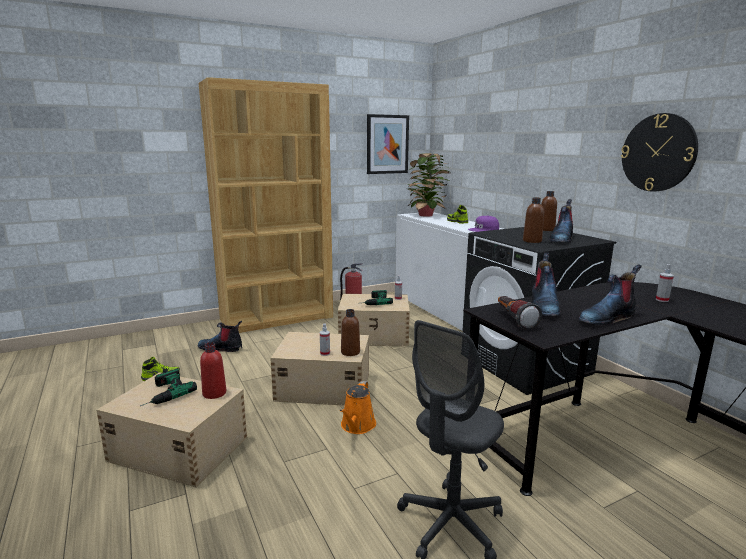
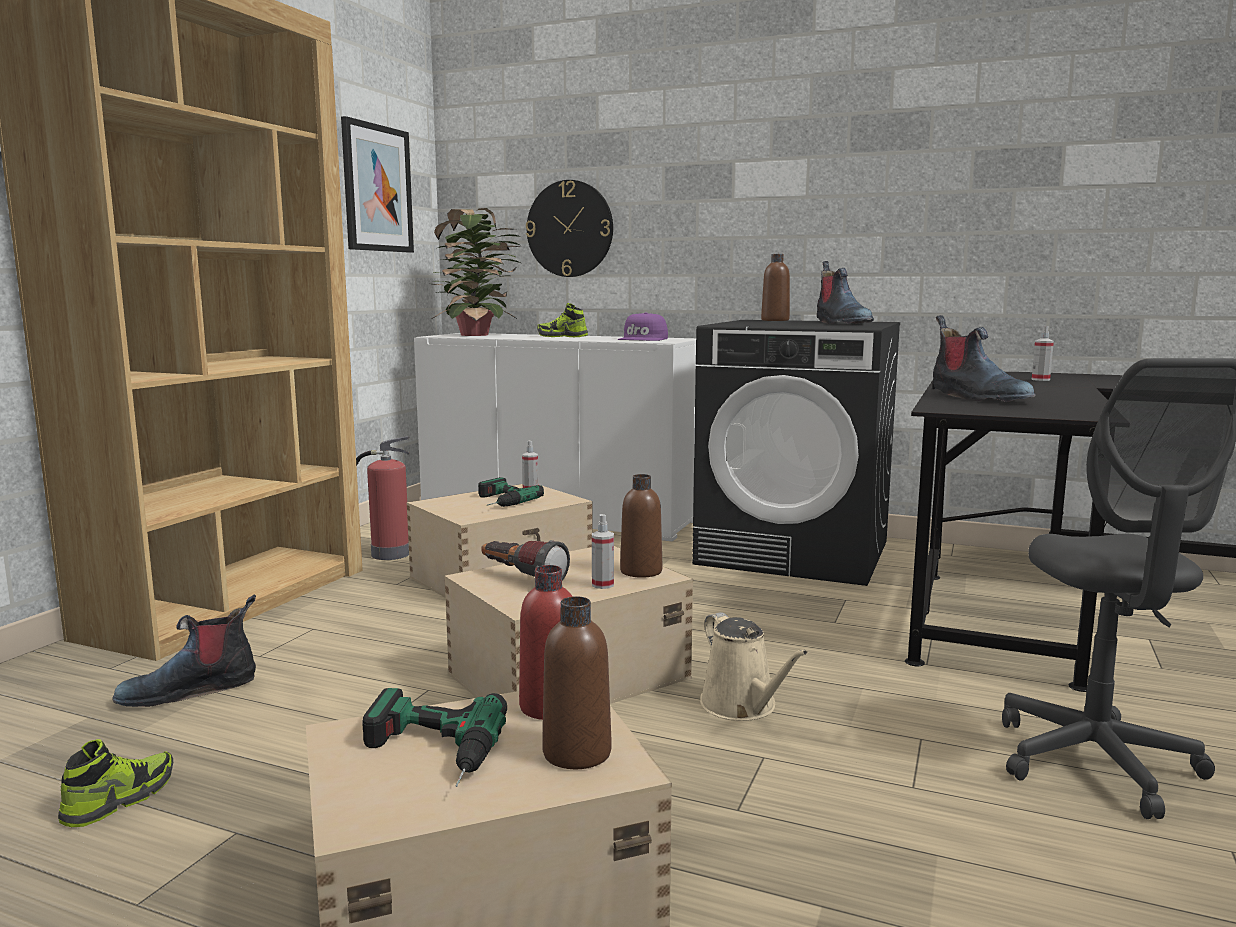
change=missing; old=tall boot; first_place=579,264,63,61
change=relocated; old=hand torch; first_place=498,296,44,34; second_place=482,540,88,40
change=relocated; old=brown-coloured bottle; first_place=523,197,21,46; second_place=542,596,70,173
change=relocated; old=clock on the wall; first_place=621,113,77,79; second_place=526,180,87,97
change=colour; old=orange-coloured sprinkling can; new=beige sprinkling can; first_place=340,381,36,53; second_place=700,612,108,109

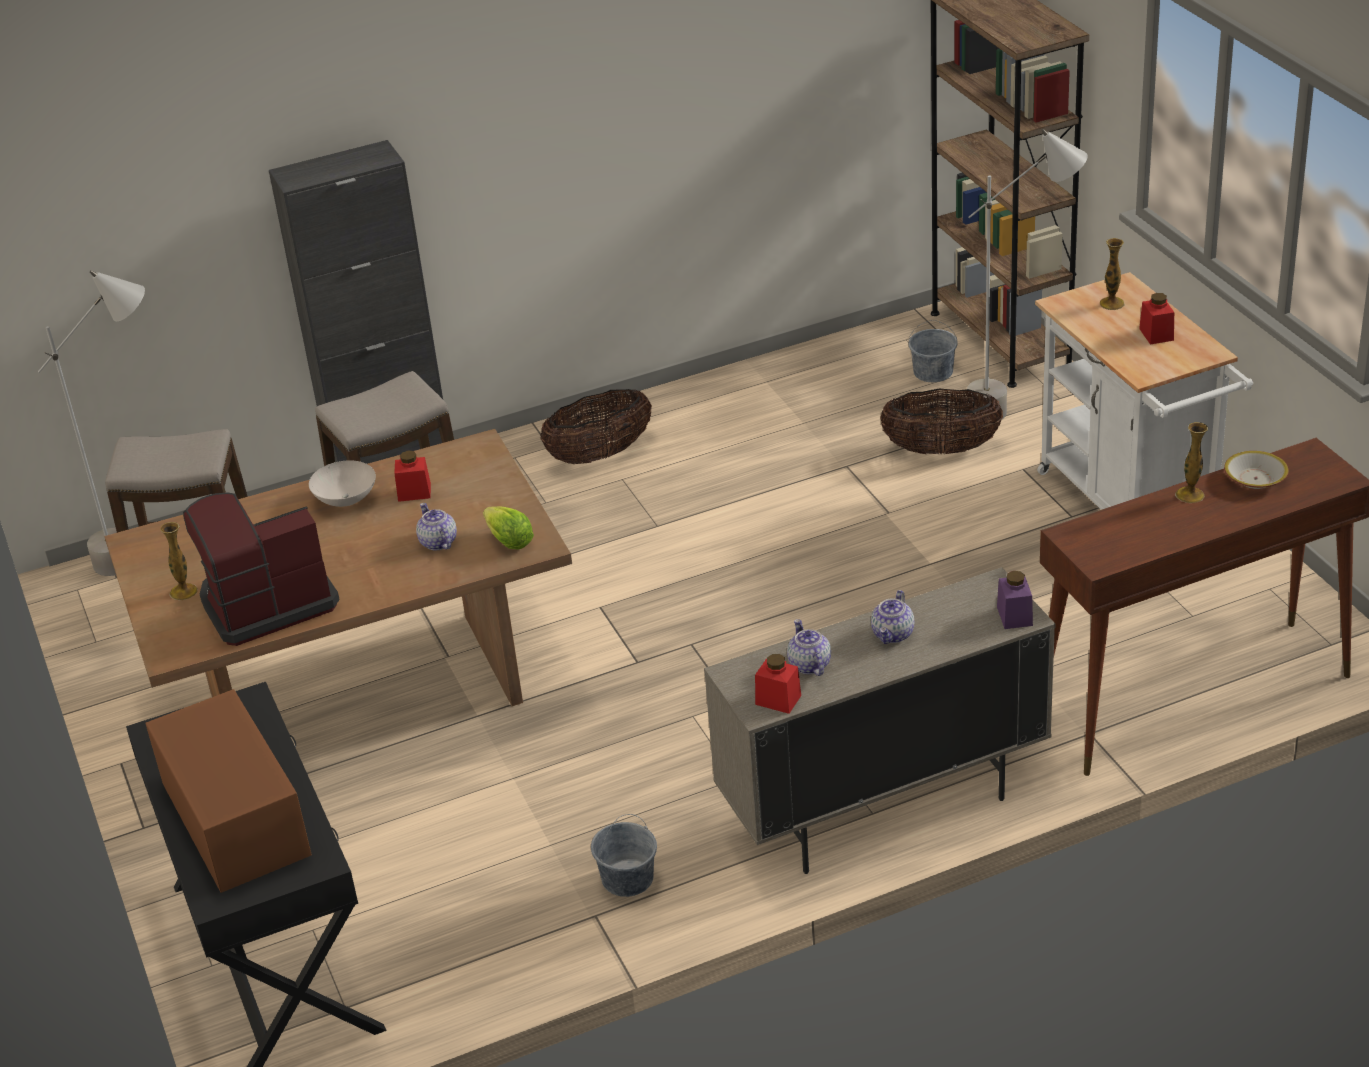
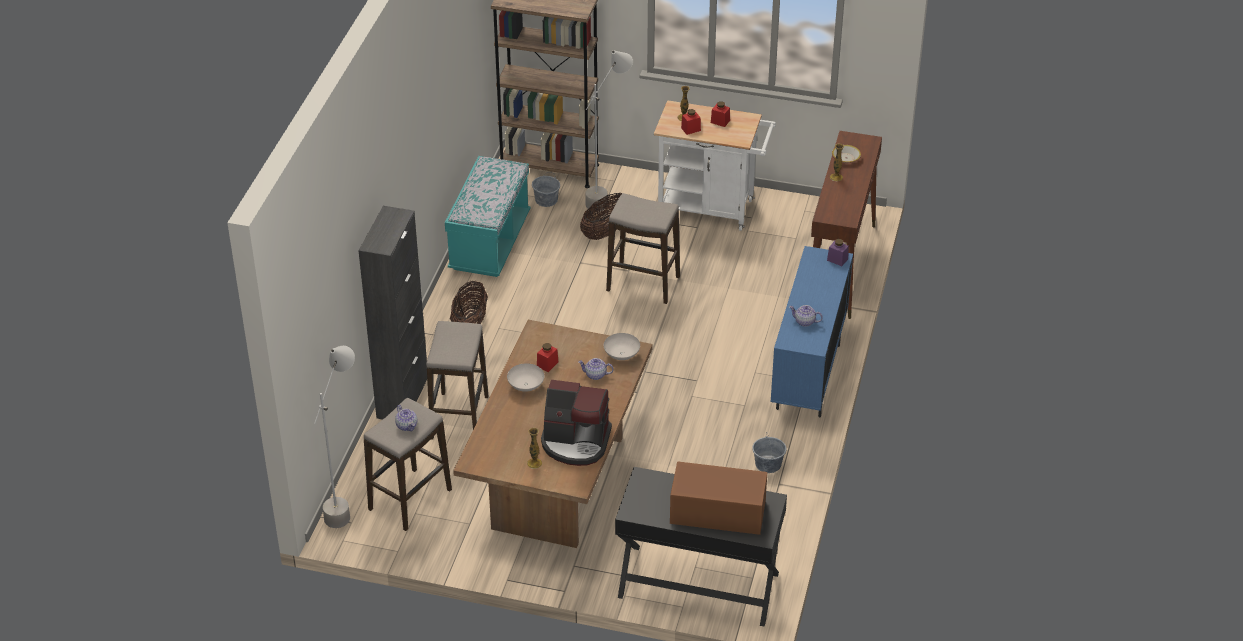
change=appeared; new=turquoise indoor bench; second_place=445,156,85,121
change=appeared; new=stool; second_place=606,193,74,111
change=relocated; old=red-coloured preserve jar; first_place=755,654,46,60; second_place=681,109,20,26
change=relocated; old=pot for tea; first_place=871,590,43,54; second_place=395,405,22,26
change=exchanged; old=lettuce head; new=white deep dish; first_place=483,506,51,44; second_place=604,333,36,27
change=colour; old=beige cupboard; new=bluish cupboard; first_place=704,567,352,307; second_place=771,246,82,171
change=spun; old=coffee machine; first_place=183,492,157,154; second_place=541,380,71,86; degrees=-90

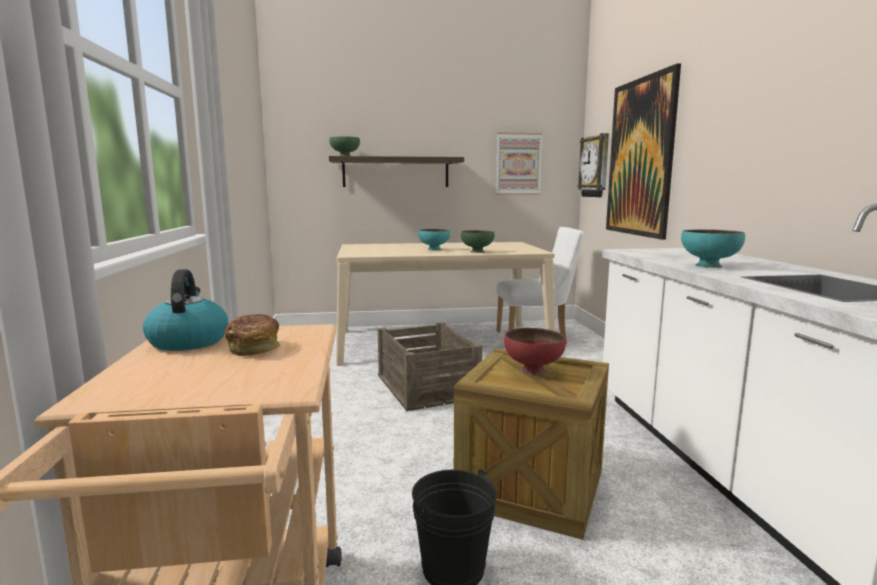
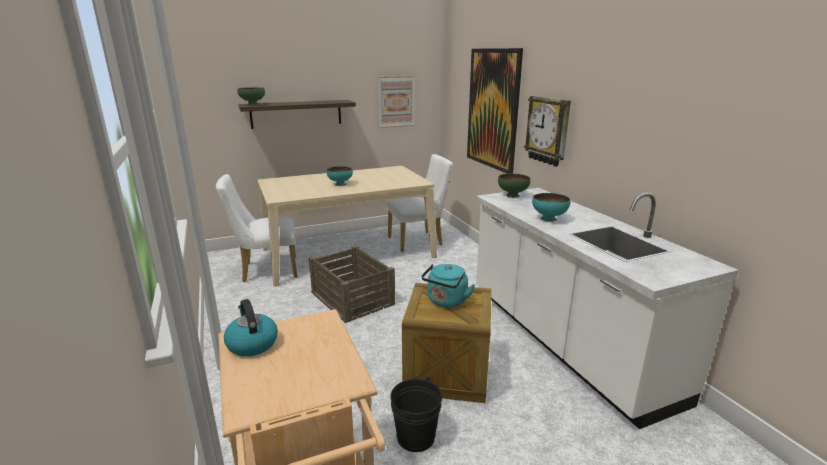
change=missing; old=baked bread; first_place=225,314,55,42
change=appeared; new=white plain chair; second_place=216,174,81,108
change=relocated; old=green deep dish; first_place=461,230,33,23; second_place=498,173,32,25
change=relocated; old=clock on the wall; first_place=578,133,31,64; second_place=524,96,47,71
change=exchanged; old=red-coloured deep dish; new=turquoise kettle; first_place=504,328,62,47; second_place=421,264,54,43

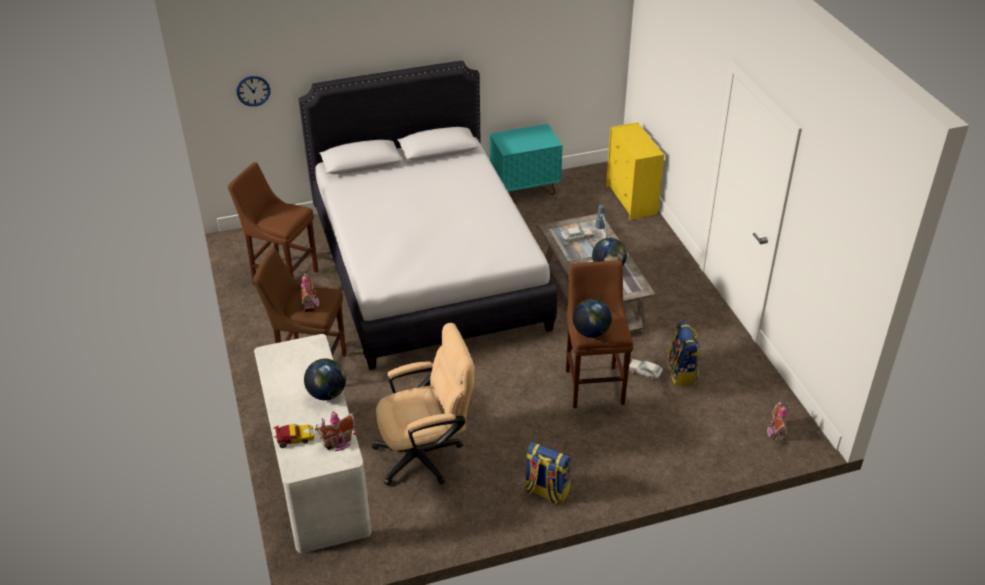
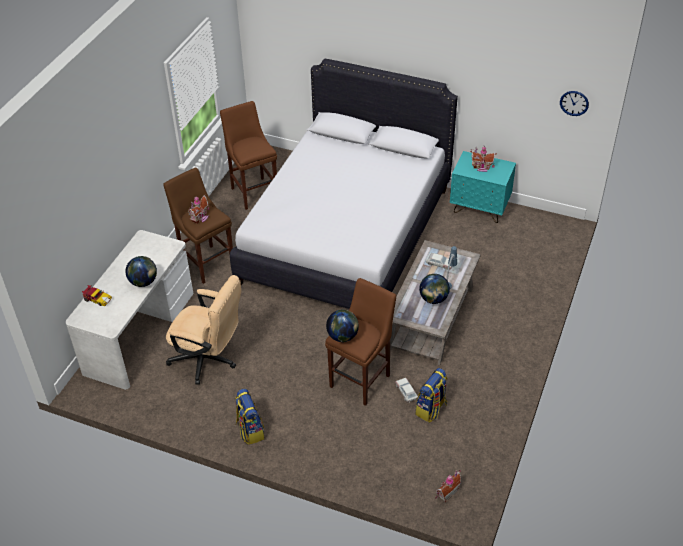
change=missing; old=yellow-coloured dresser; first_place=606,122,58,98
change=relocated; old=clock on the wall; first_place=237,76,33,30; second_place=560,91,29,25
change=relocated; old=toy house; first_place=315,411,43,40; second_place=470,146,27,26

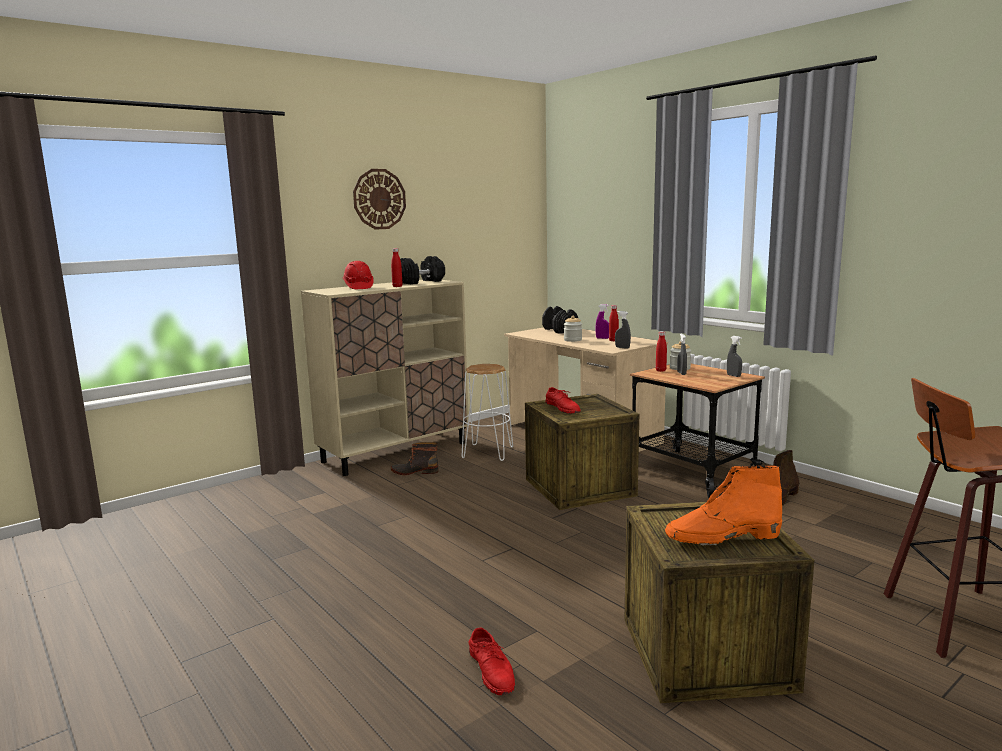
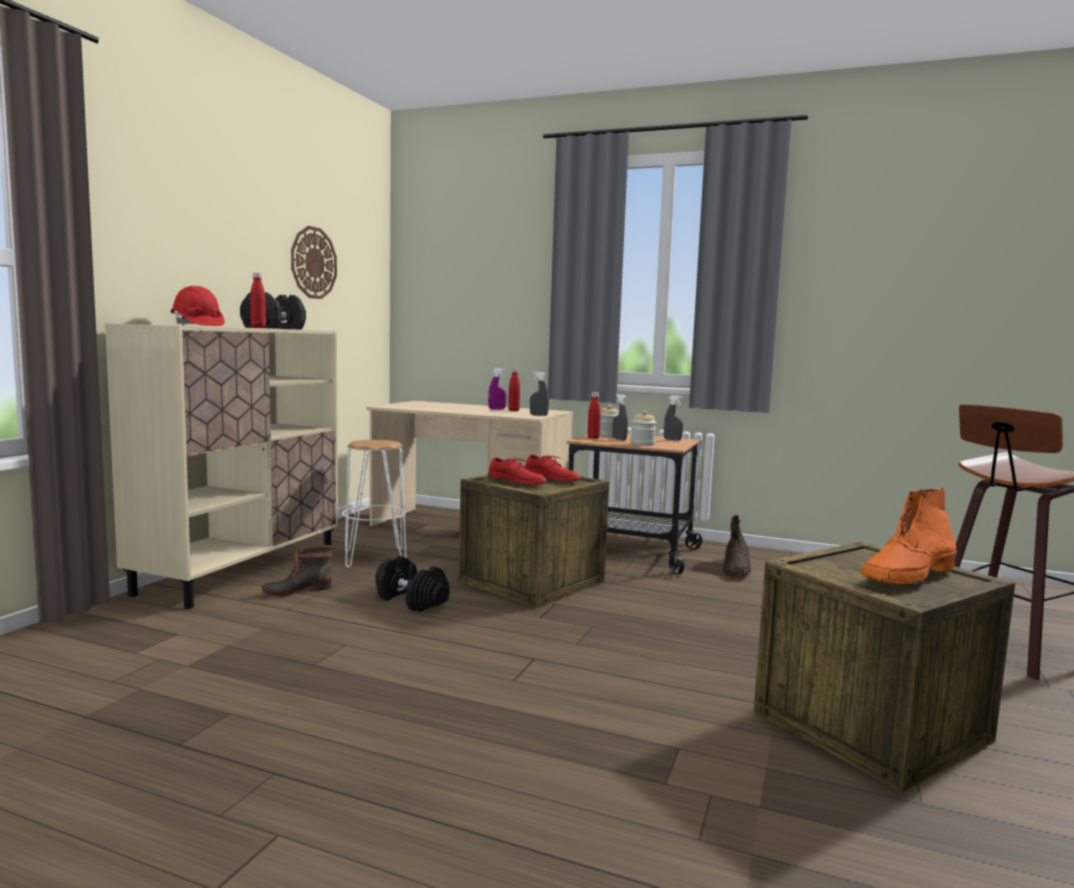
change=relocated; old=clock on the wall; first_place=353,169,53,61; second_place=291,226,46,73
change=relocated; old=red-coloured low shoe; first_place=469,628,46,67; second_place=525,454,55,28
change=relocated; old=black free weight; first_place=542,306,37,28; second_place=375,556,75,56
change=relocated; old=preserve jar; first_place=564,316,18,26; second_place=630,411,27,35

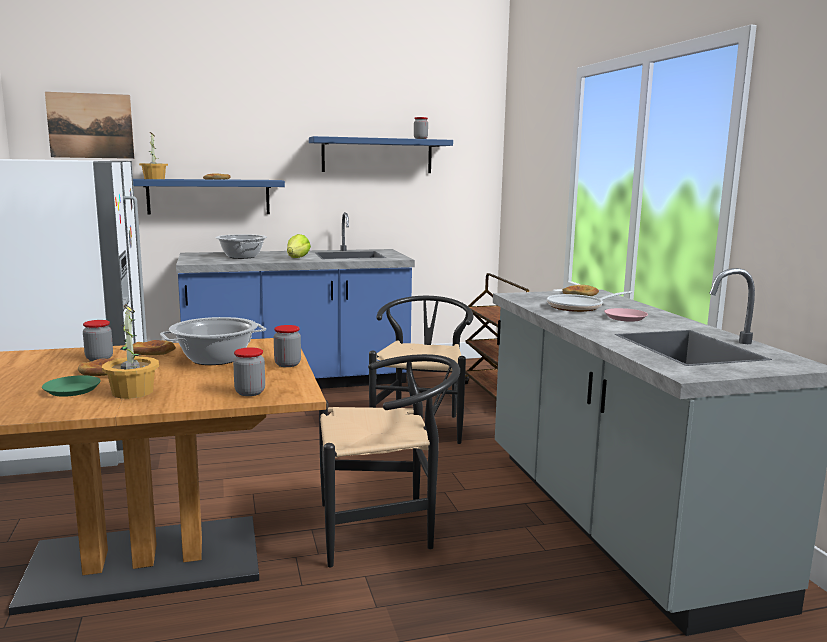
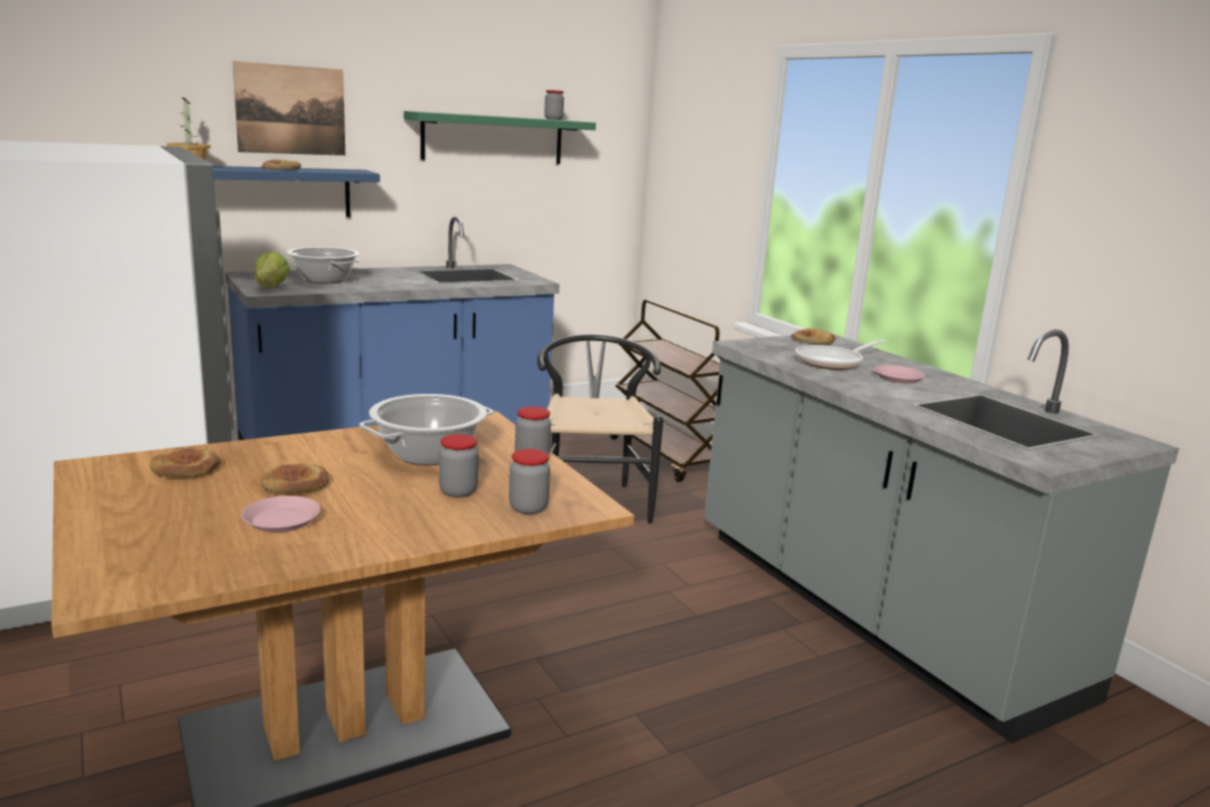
change=missing; old=plant in a pot; first_place=102,304,57,95
change=missing; old=black plain chair; first_place=319,354,141,213
change=relocated; old=wall picture; first_place=45,92,89,67; second_place=233,61,112,95
change=relocated; old=preserve jar; first_place=83,320,30,41; second_place=439,434,40,63
change=relocated; old=baked bread; first_place=133,340,43,15; second_place=150,449,71,28
change=relocated; old=lettuce head; first_place=287,234,24,24; second_place=255,251,35,36
change=colour; old=green dinner plate; new=pink dinner plate; first_place=42,375,59,22; second_place=242,496,79,36
change=colour; old=bluish wall shelf; new=green wall shelf; first_place=309,136,144,37; second_place=404,111,192,53

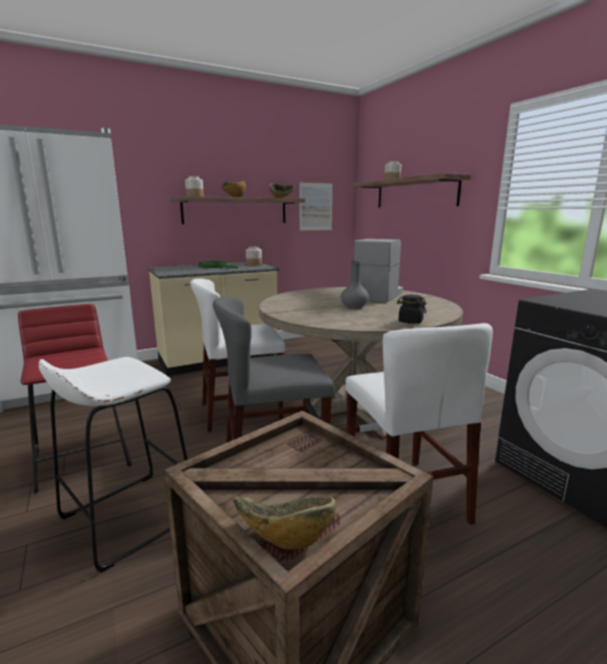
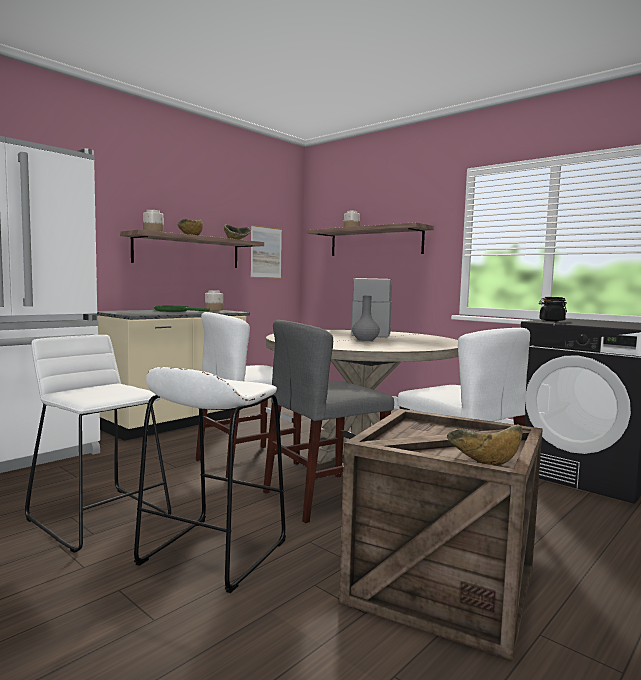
change=relocated; old=black preserve jar; first_place=397,295,30,29; second_place=539,297,28,24
change=colour; old=red-coloured stool; new=white stool; first_place=18,304,114,190; second_place=25,335,146,218

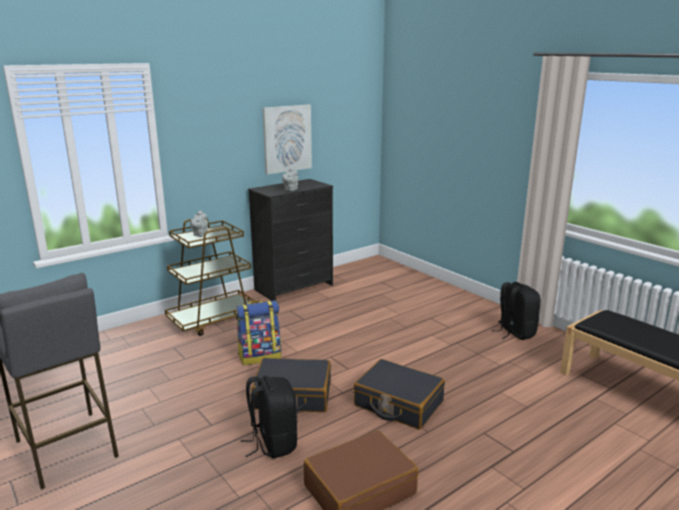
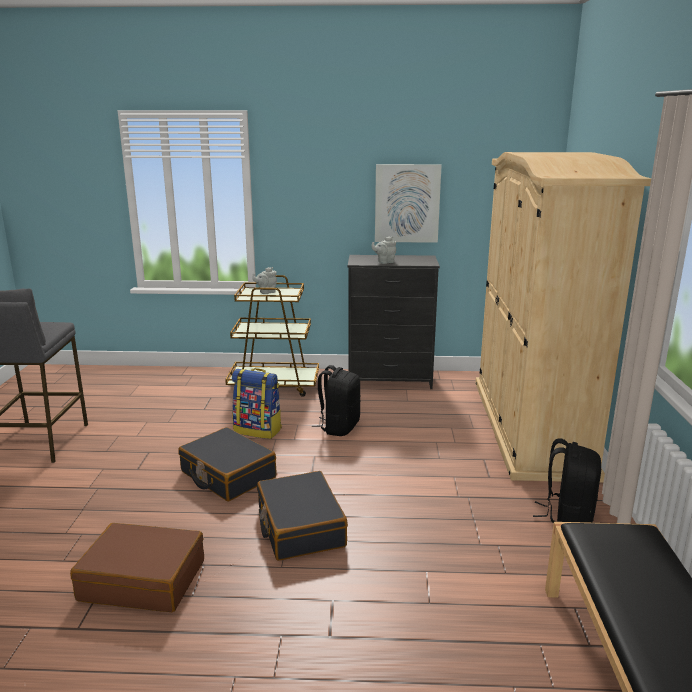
change=appeared; new=beige armoire; second_place=475,152,176,330
change=relocated; old=black rucksack; first_place=241,376,57,83; second_place=312,365,49,71

